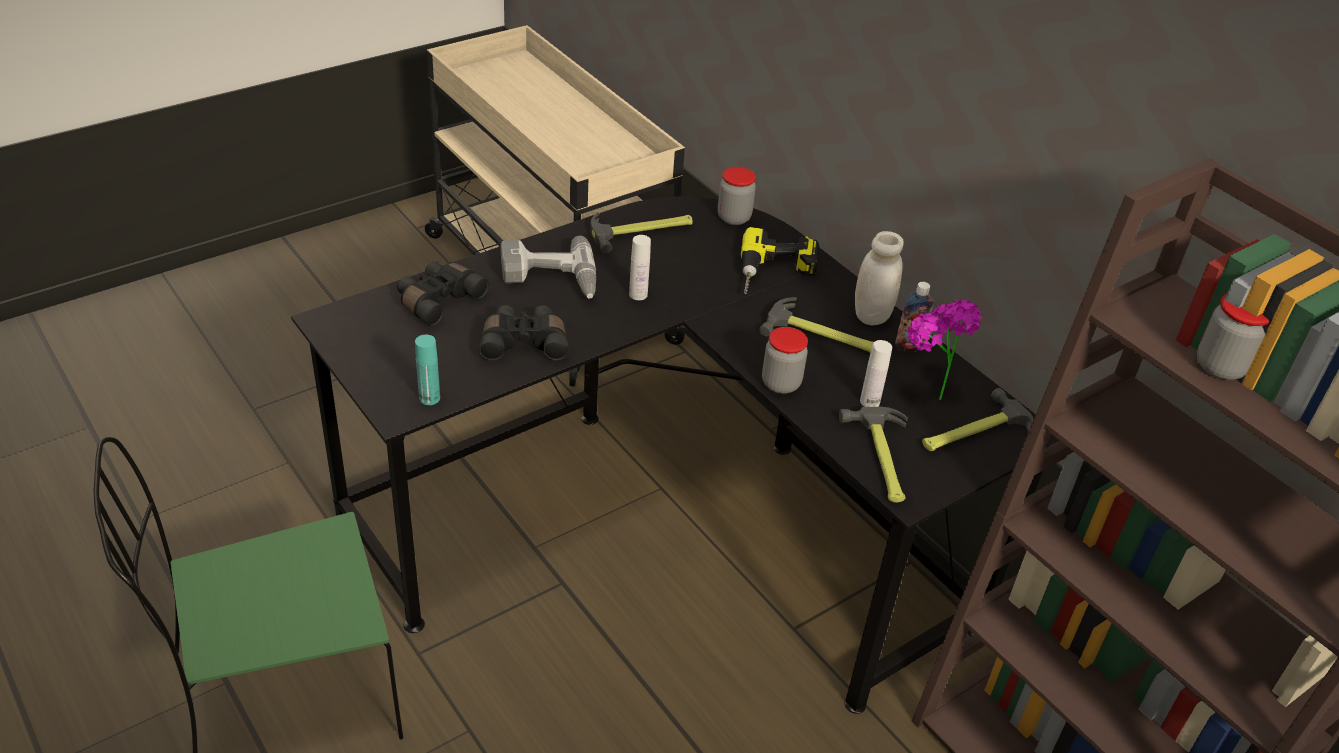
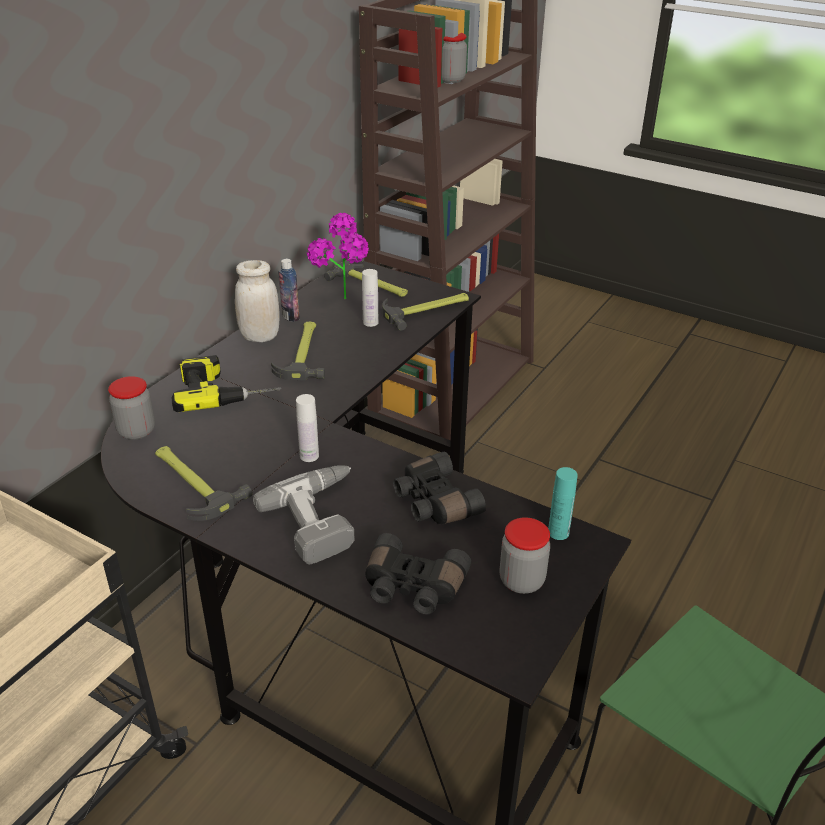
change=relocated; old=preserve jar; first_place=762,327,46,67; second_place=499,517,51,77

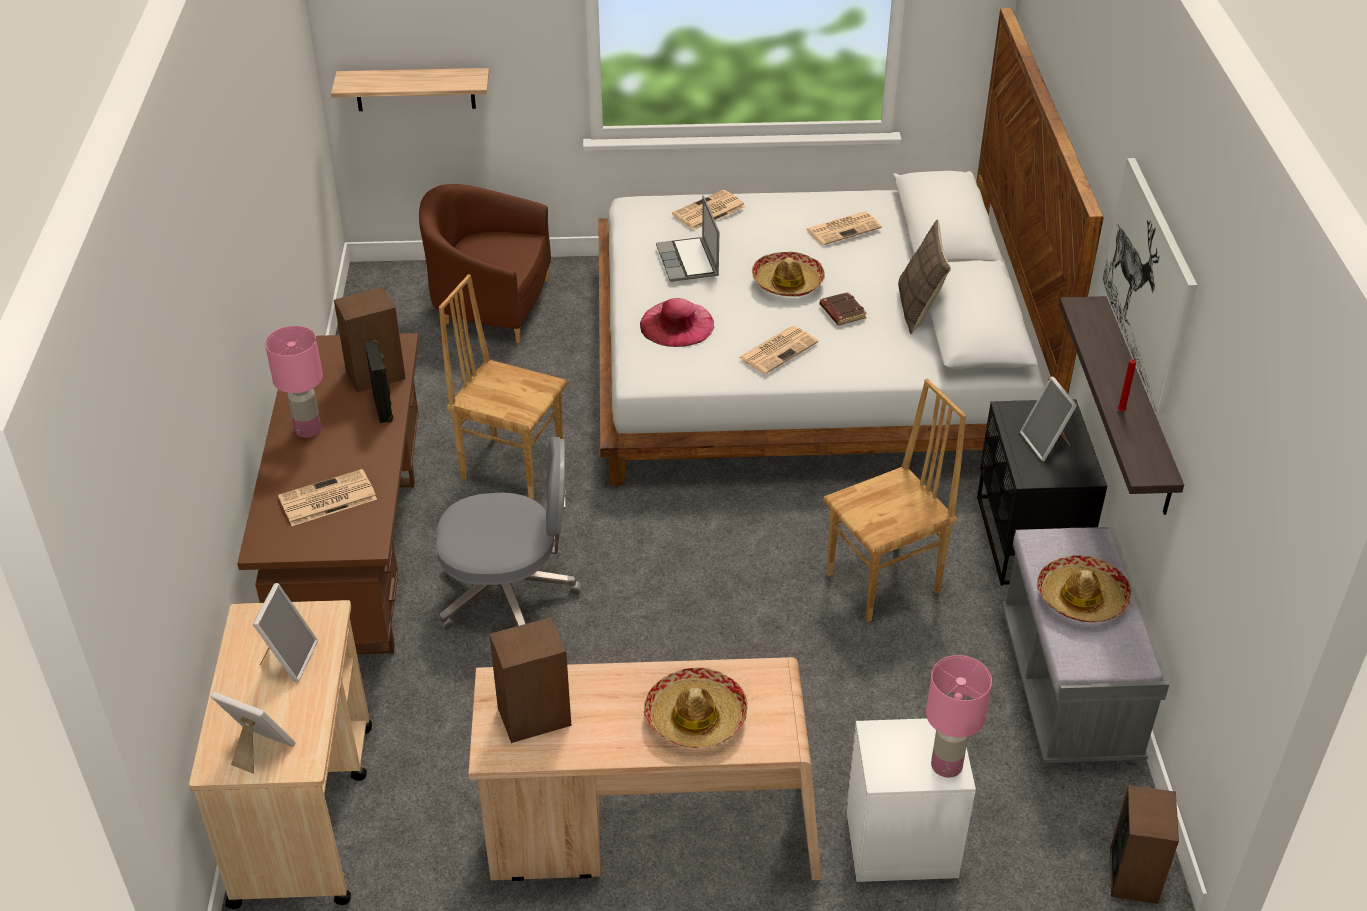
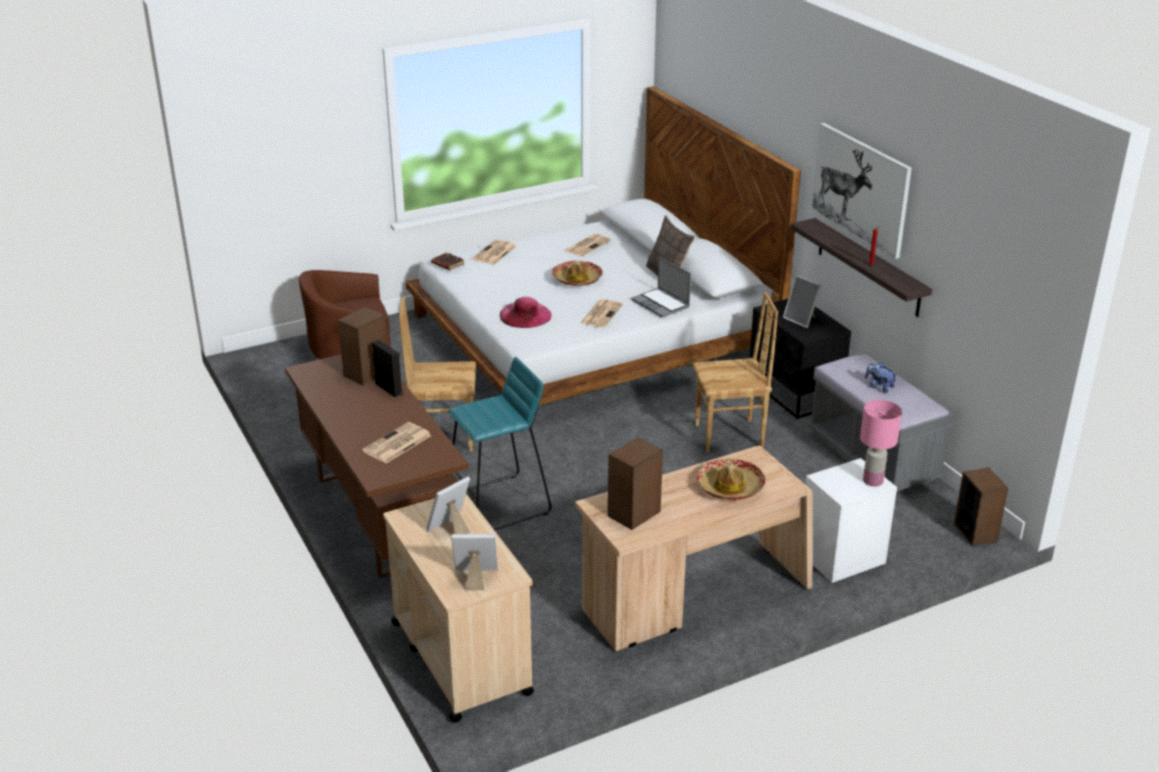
change=missing; old=pink lamp for a table; first_place=265,326,58,112
change=missing; old=wall shelf; first_place=331,68,158,43
change=relocated; old=portable computer; first_place=656,196,63,86; second_place=631,257,60,60
change=relocated; old=brown-coloured volume; first_place=820,292,47,33; second_place=431,252,34,18
change=exchanged; old=greyish office chair; new=turquoise stool; first_place=436,436,146,195; second_place=448,357,104,173
change=exchanged; old=hat; new=soft toy; first_place=1037,555,94,67; second_place=865,362,32,31
change=spun; old=picture frame; first_place=253,583,65,99; second_place=426,477,44,57; degrees=-120
change=spun; old=brown-coloured plain chair; first_place=824,379,142,243; second_place=693,292,85,160; degrees=45

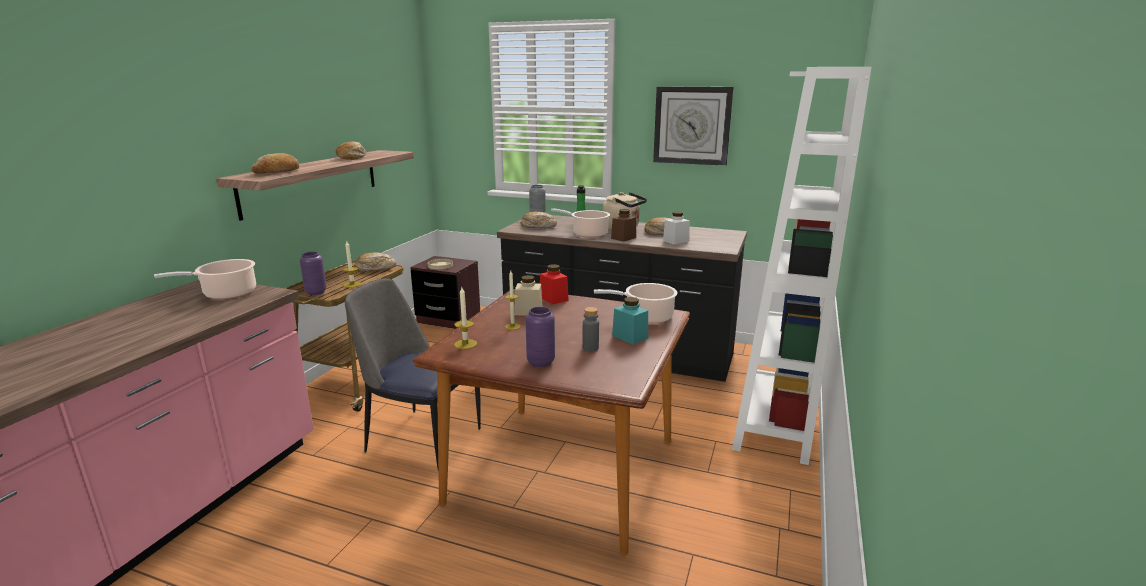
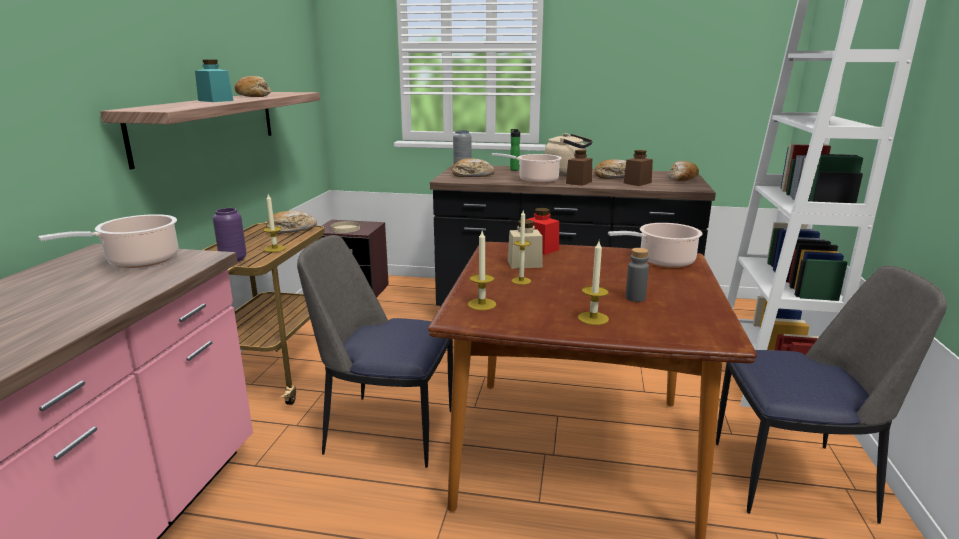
change=missing; old=clock on the wall; first_place=653,86,80,80
change=appeared; new=plain chair; second_place=716,266,231,258
change=relocated; old=baked bread; first_place=251,153,48,21; second_place=668,161,31,20
change=relocated; old=turquoise preserve jar; first_place=612,297,36,47; second_place=195,60,39,42
change=exchanged; old=purple vase; new=wax light; first_place=525,306,30,61; second_place=578,241,31,84
change=colour; old=white preserve jar; new=brown-coloured preserve jar; first_place=663,211,27,33; second_place=623,150,30,36

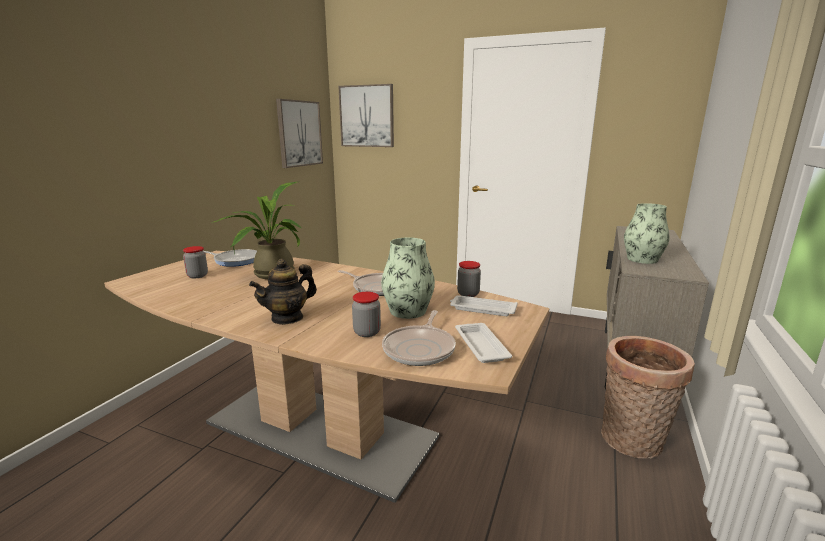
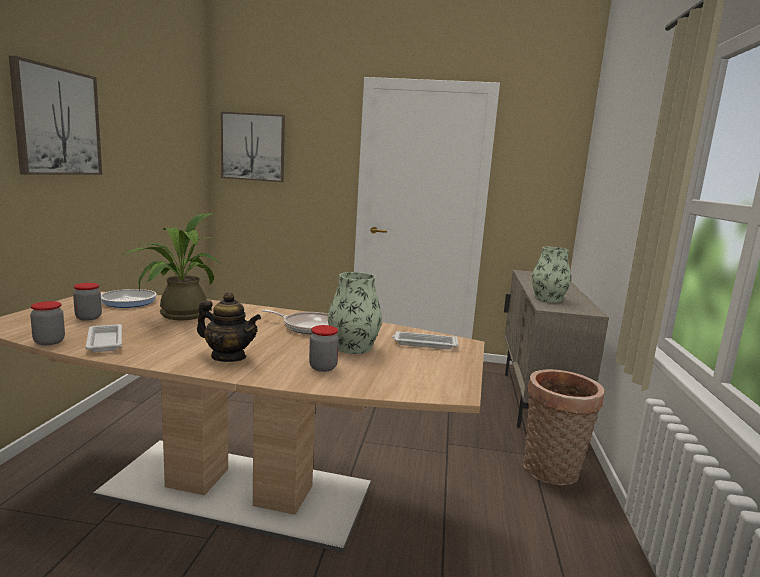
change=missing; old=pan; first_place=382,310,74,56
change=relocated; old=wall picture; first_place=276,99,47,69; second_place=9,56,93,119
change=relocated; old=white carrying tray; first_place=455,323,57,40; second_place=86,324,36,28
change=relocated; old=preserve jar; first_place=457,261,24,36; second_place=30,301,35,44
change=spun; old=pot for tea; first_place=249,259,68,66; second_place=197,292,64,70; degrees=-105

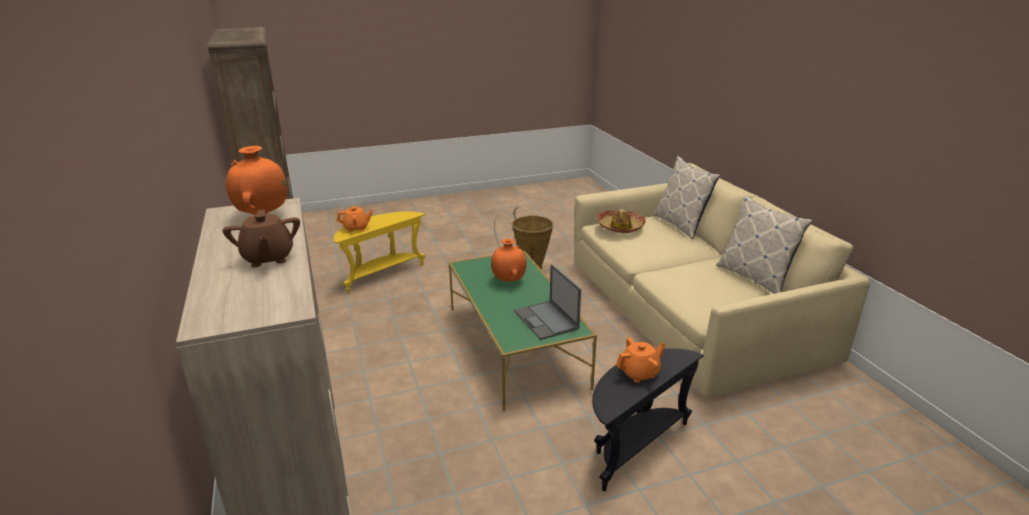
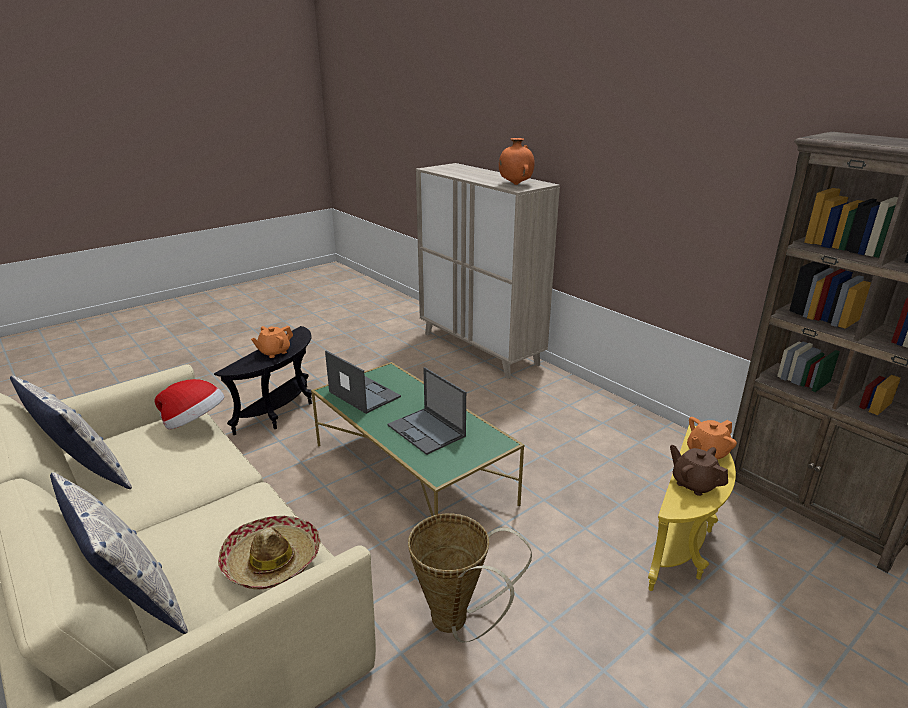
change=appeared; new=hat; second_place=154,379,70,51
change=relocated; old=brown-coloured pot for tea; first_place=223,209,77,58; second_place=670,445,58,51
change=exchanged; old=orange-coloured vase; new=portable computer; first_place=491,239,36,43; second_place=387,367,79,88

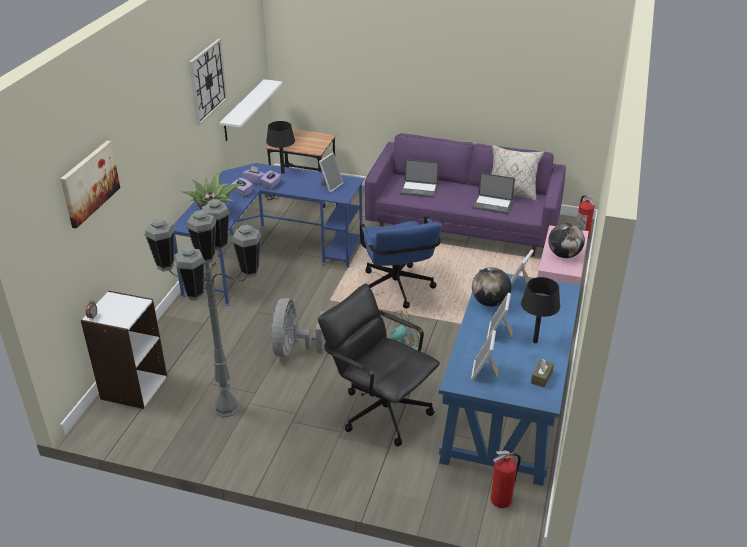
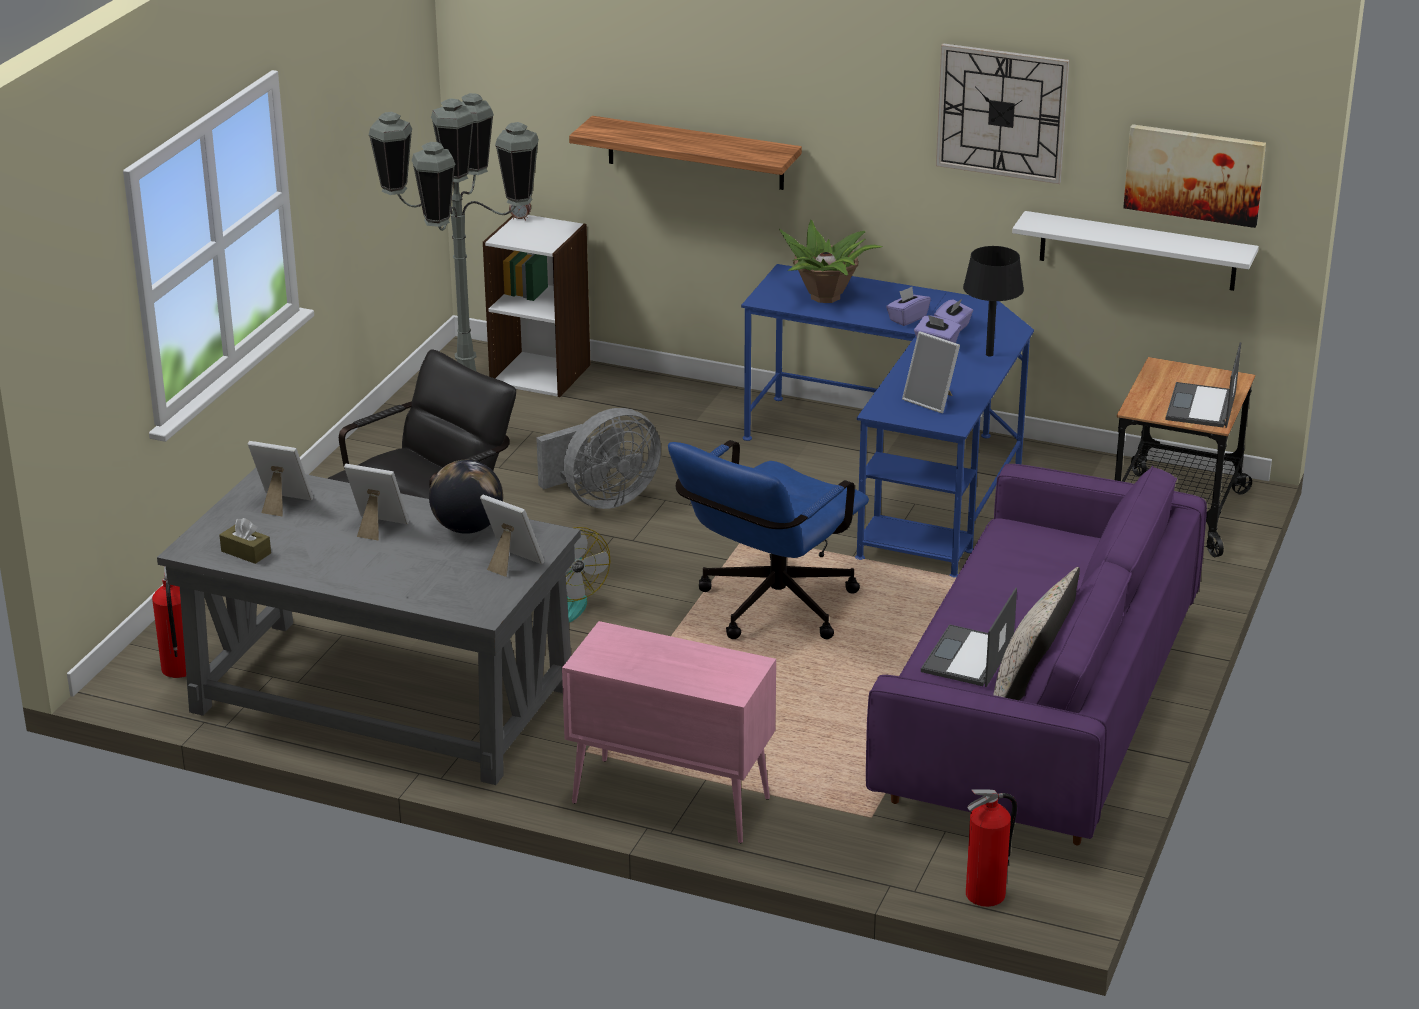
change=missing; old=black lamp for a table; first_place=521,277,39,66
change=missing; old=world globe; first_place=548,223,37,35
change=appeared; new=wall shelf; second_place=569,116,233,74
change=relocated; old=wall picture; first_place=60,141,60,88; second_place=1123,124,143,104
change=relocated; old=portable computer; first_place=400,159,39,39; second_place=1165,342,76,86
change=colour; old=bluish desk; new=greyish desk; first_place=439,269,142,217; second_place=157,468,424,317
change=spun; old=greyish cooling fan; first_place=270,298,56,59; second_place=536,408,125,101; degrees=135
change=spun; old=bluish office chair; first_place=360,216,82,93; second_place=668,440,201,199; degrees=-45

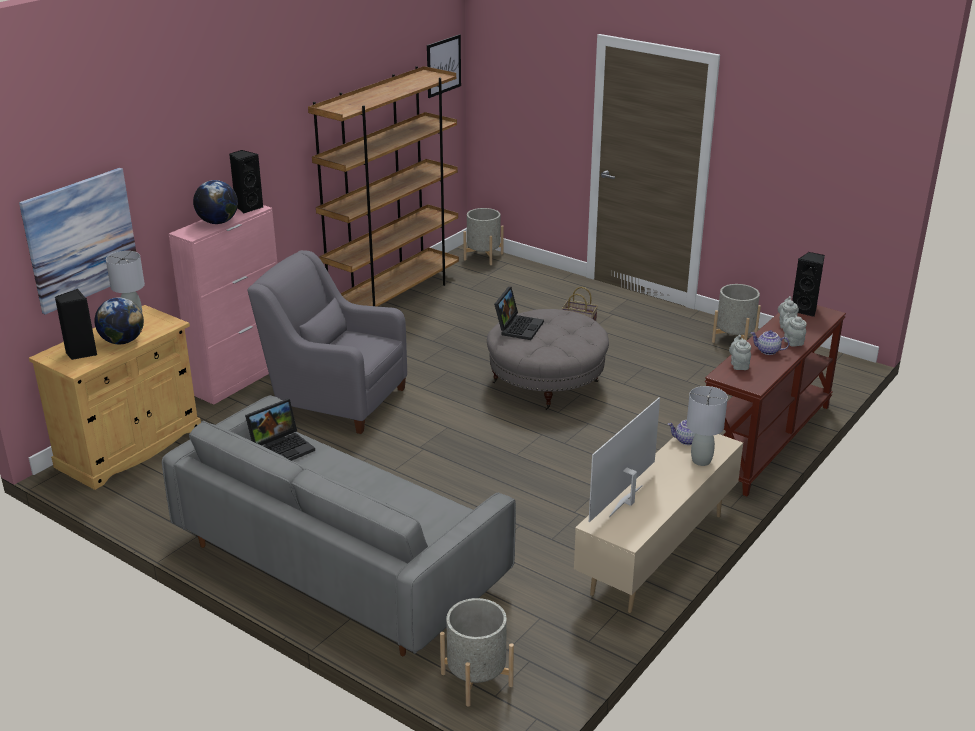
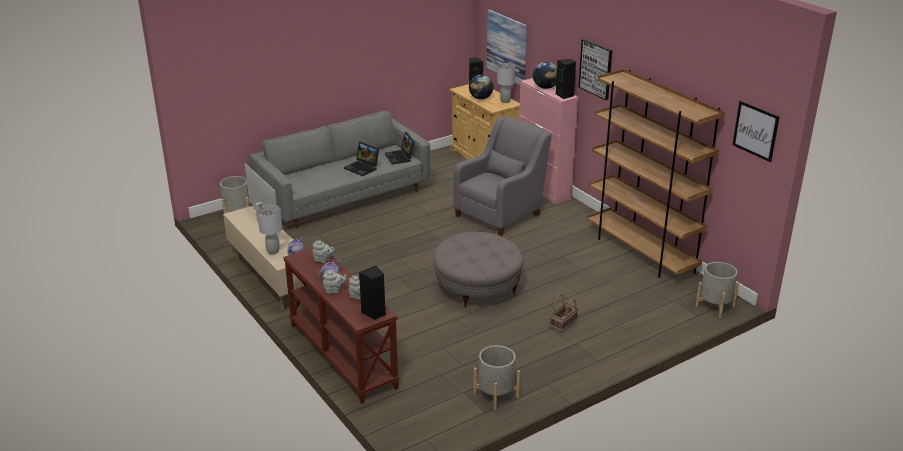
change=appeared; new=wall picture; second_place=578,39,34,61
change=relocated; old=portable computer; first_place=494,287,50,53; second_place=344,142,35,34

